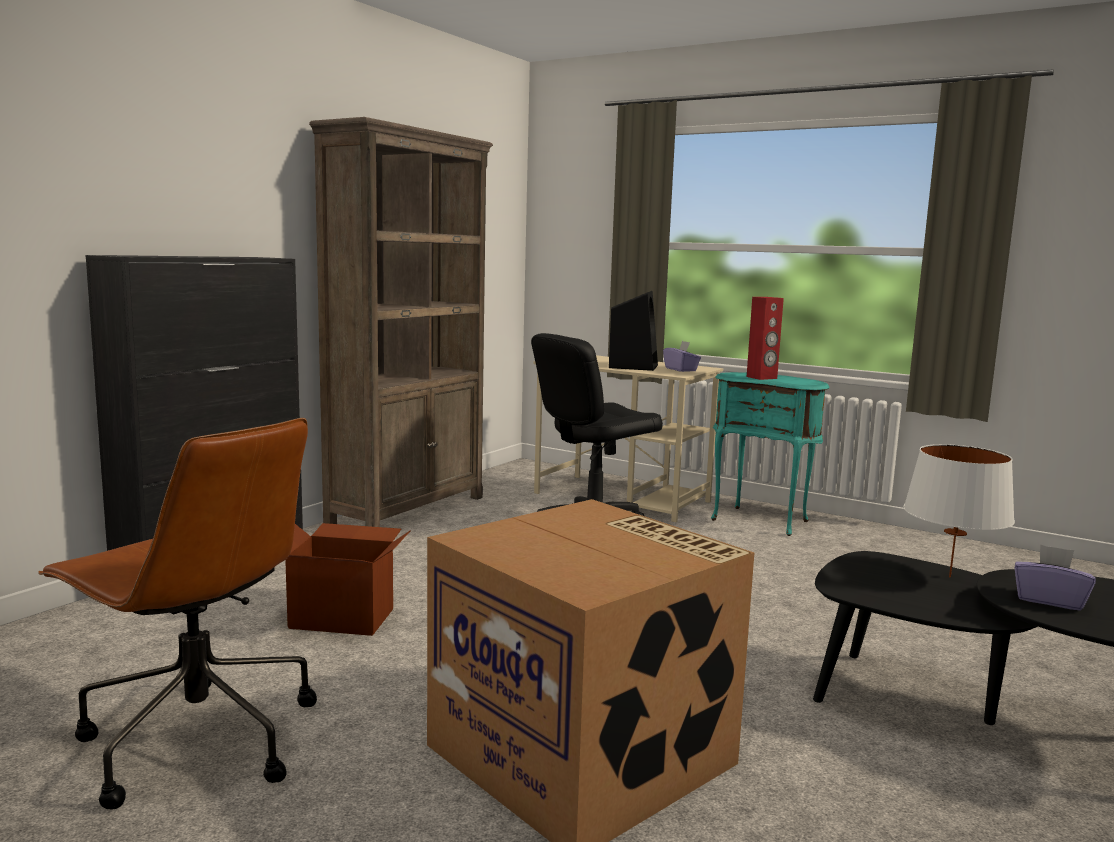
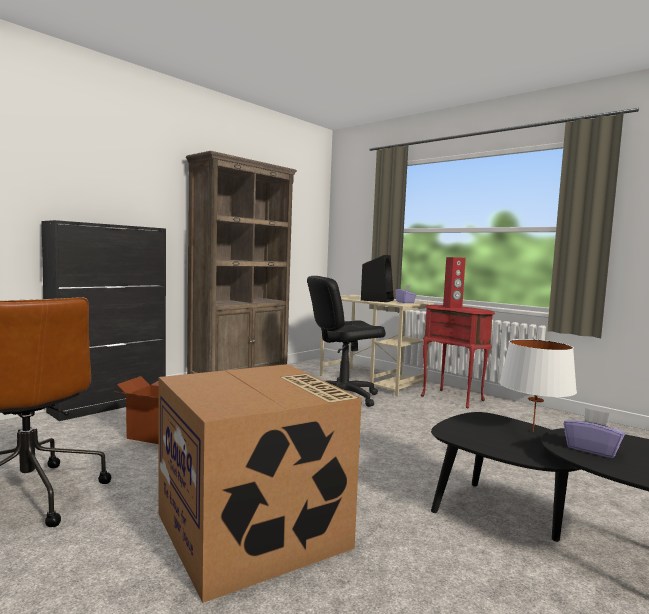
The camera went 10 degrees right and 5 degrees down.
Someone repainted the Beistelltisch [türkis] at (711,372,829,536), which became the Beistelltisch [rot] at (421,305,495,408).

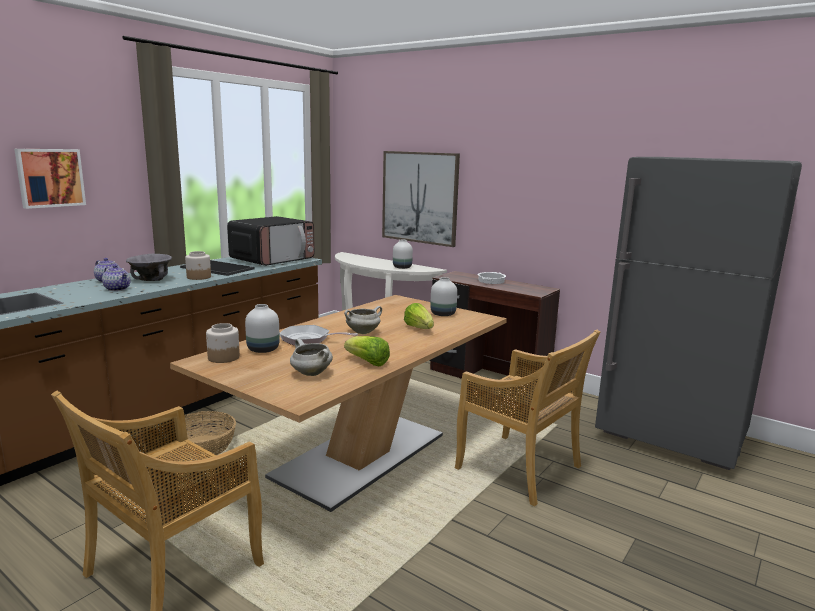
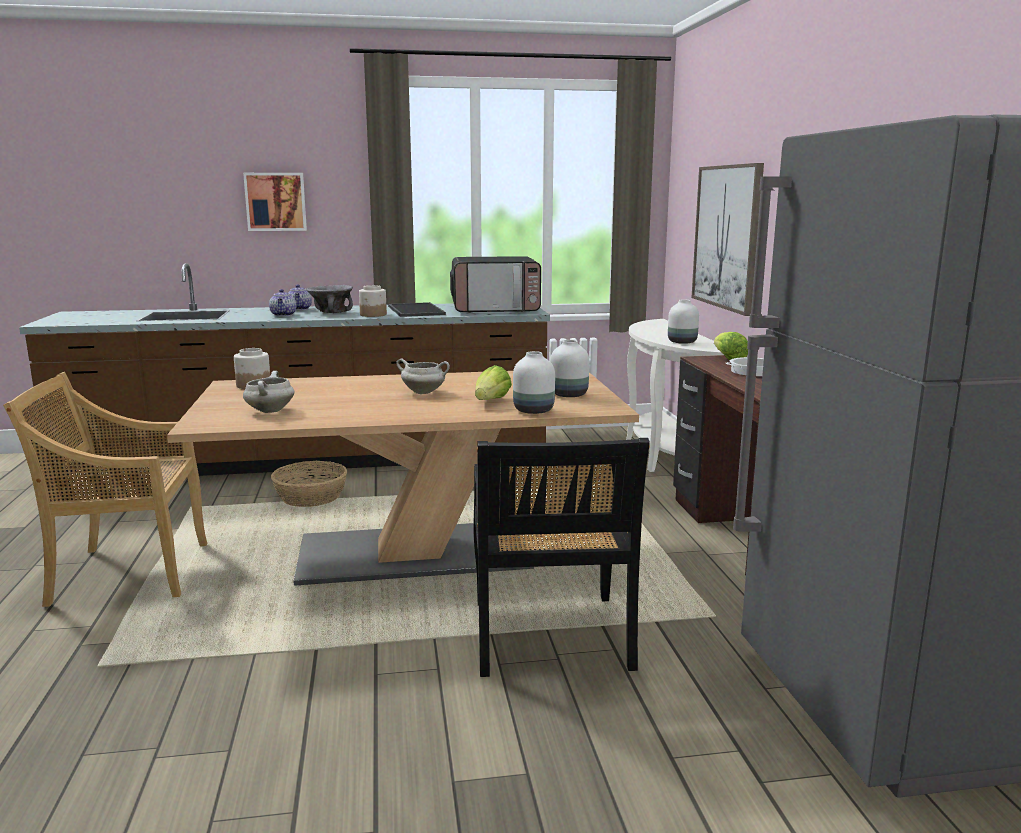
The camera went 45 degrees right and 0 degrees up.
Someone carried the Vase [weiß] from (245,304,280,353) to (513,351,555,414).
Someone took away the Pfanne at (279,325,358,346).
Someone carried the Salatkopf from (344,336,390,366) to (714,332,748,360).
Someone repainted the Stuhl [beige] at (455,330,600,506), which became the Stuhl [schwarz] at (473,438,650,677).

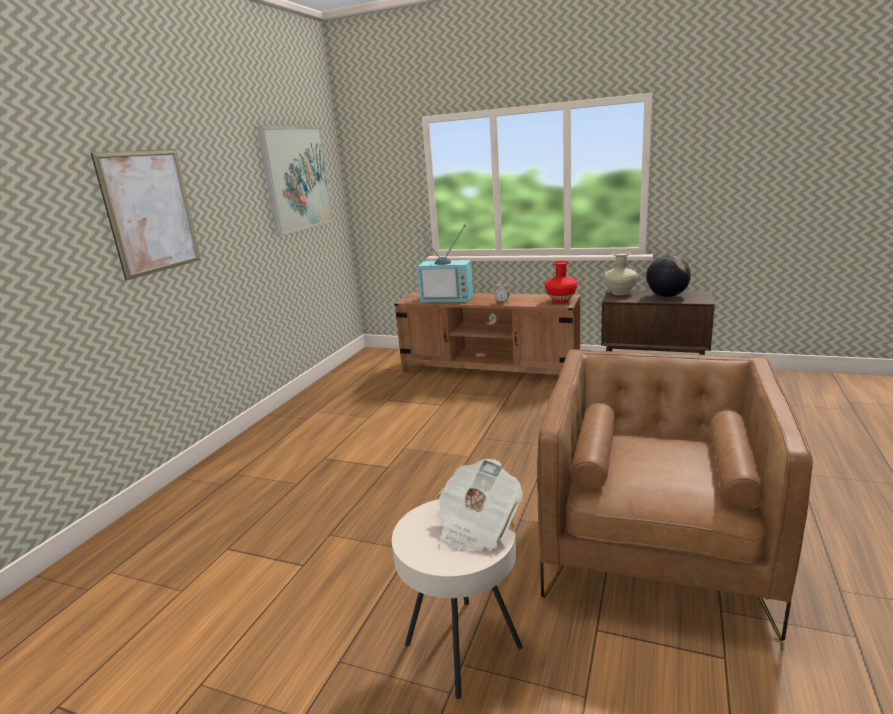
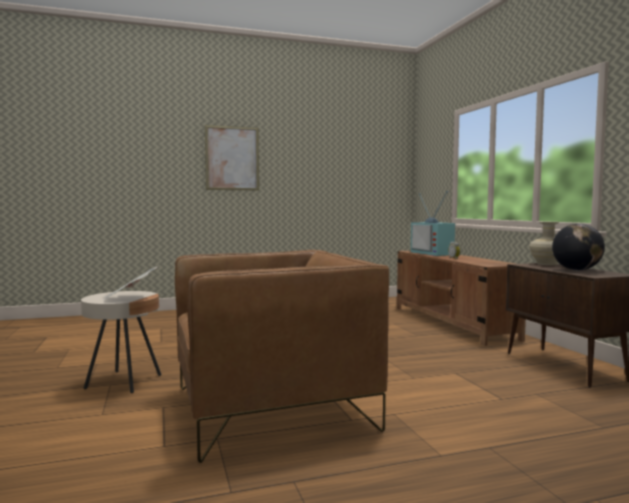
The camera went 50 degrees right and 15 degrees down.
Someone took away the Bild at (257,127,334,235).
Someone took away the Vase [rot] at (545,261,578,303).

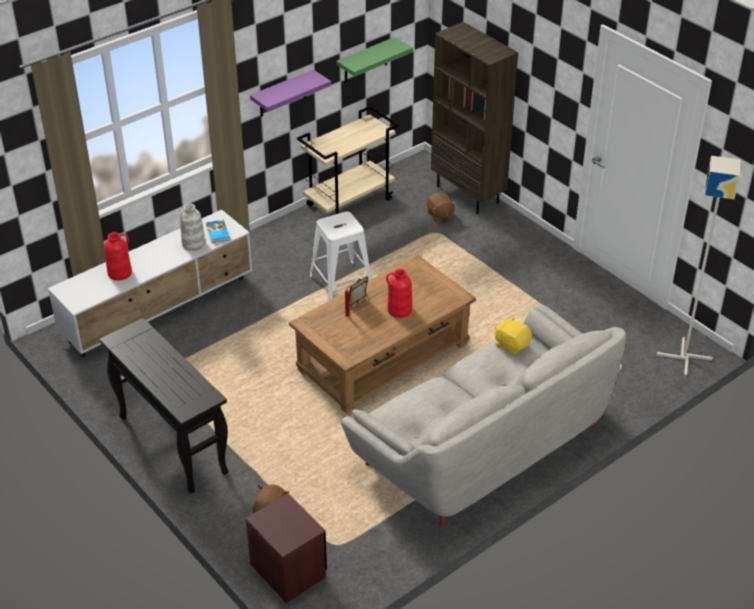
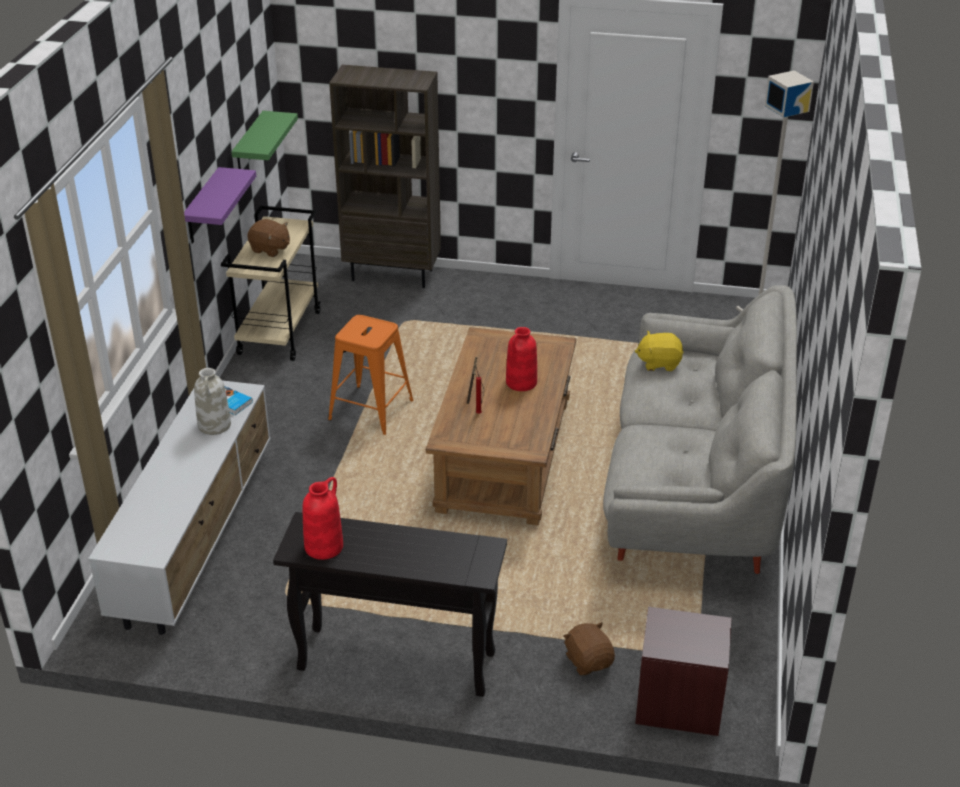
The camera went 40 degrees left and 5 degrees down.
Someone carried the Vase [rot] from (105,232,132,281) to (303,477,343,560).
Someone repainted the Hocker [weiß] at (309,212,372,301), which became the Hocker [orange] at (328,315,413,435).
Someone carried the Plüschtier [braun] from (426,193,456,222) to (247,219,290,257).

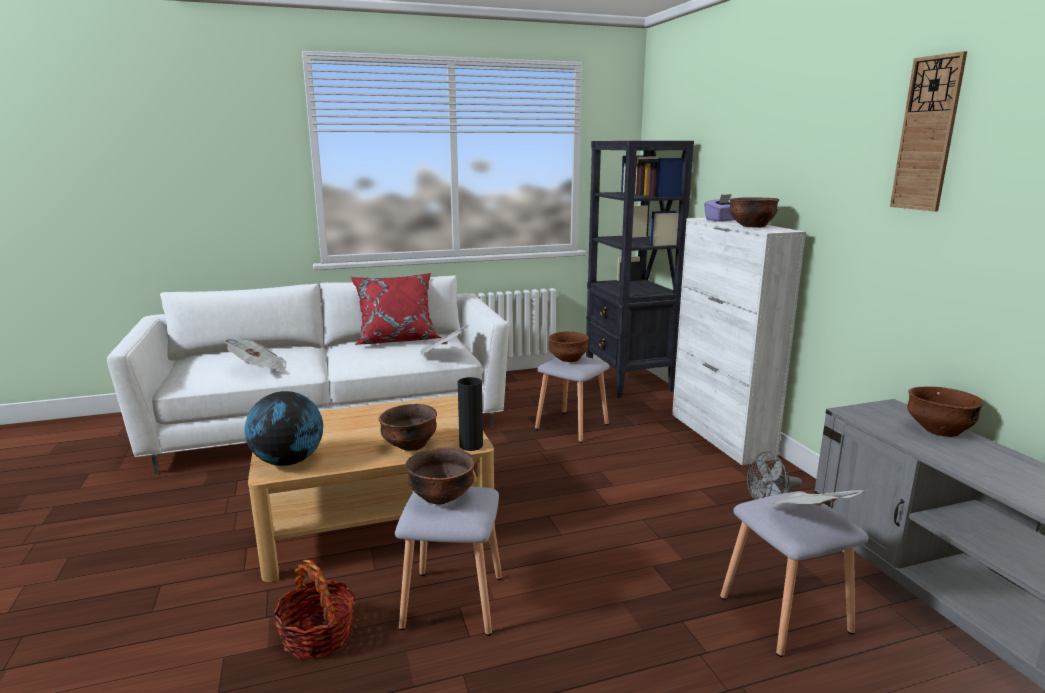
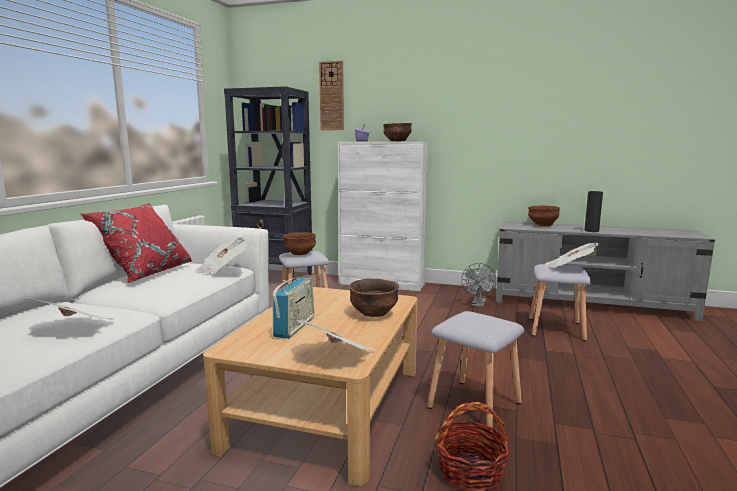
The camera went 55 degrees left and 5 degrees down.
Someone swapped the Globus at (245,391,323,466) for the Zeitung at (295,320,377,351).
Someone took away the Schüssel [braun] at (405,447,475,504).
Someone carried the Vase [schwarz] from (458,377,483,451) to (584,191,603,232).
Someone carried the Wanduhr from (890,51,967,211) to (319,60,344,130).
Someone put down the Radio at (273,277,314,339).

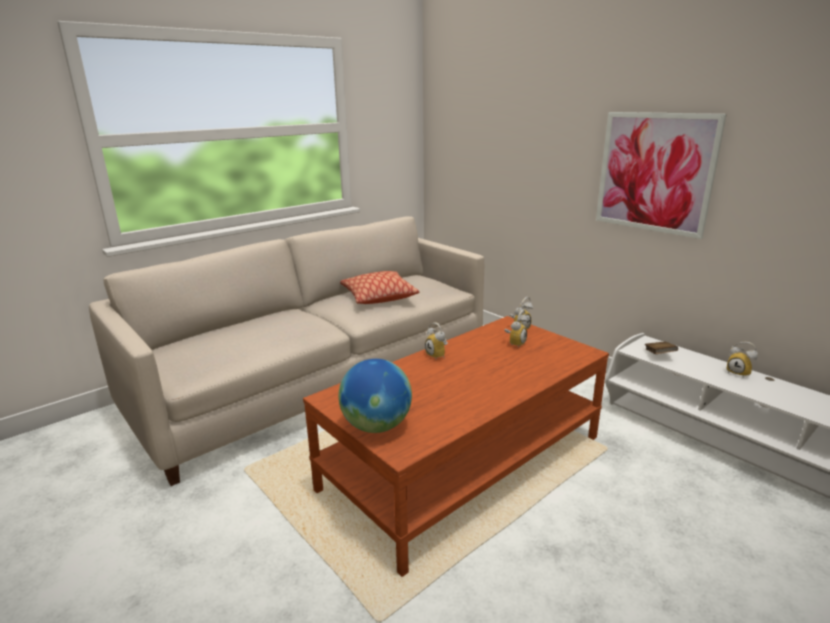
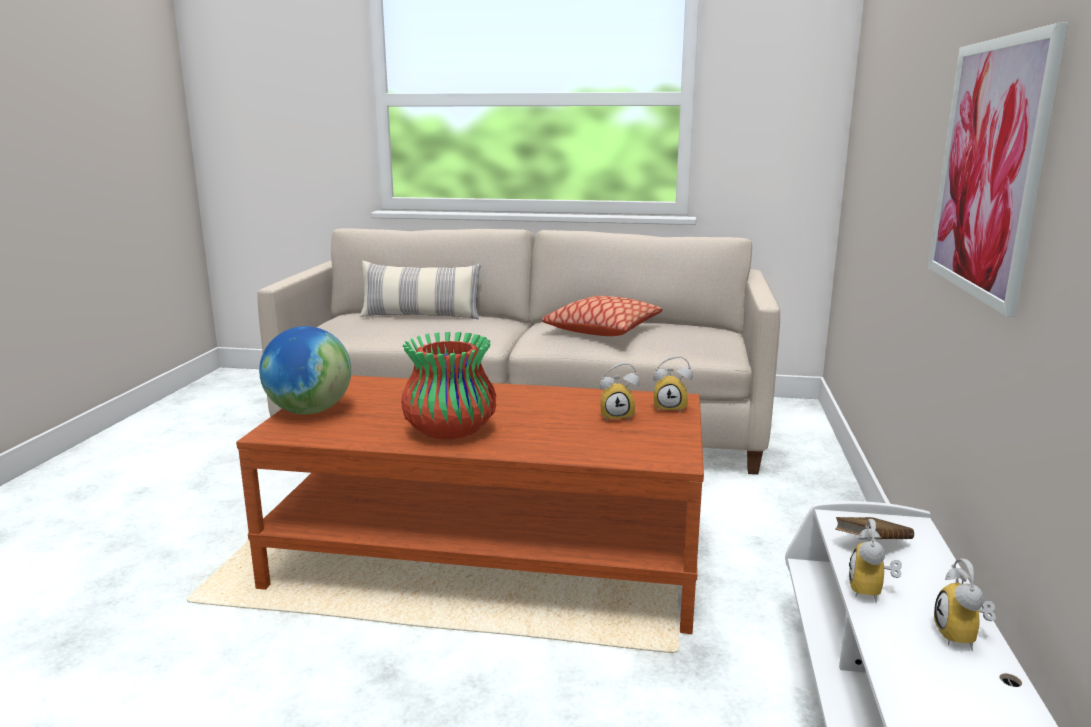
The camera went 50 degrees right and 5 degrees down.
Someone carried the Wecker from (425,322,448,359) to (849,519,902,603).
Someone put down the Kissen at (360,261,481,320).
Someone put down the Vase at (401,332,496,440).

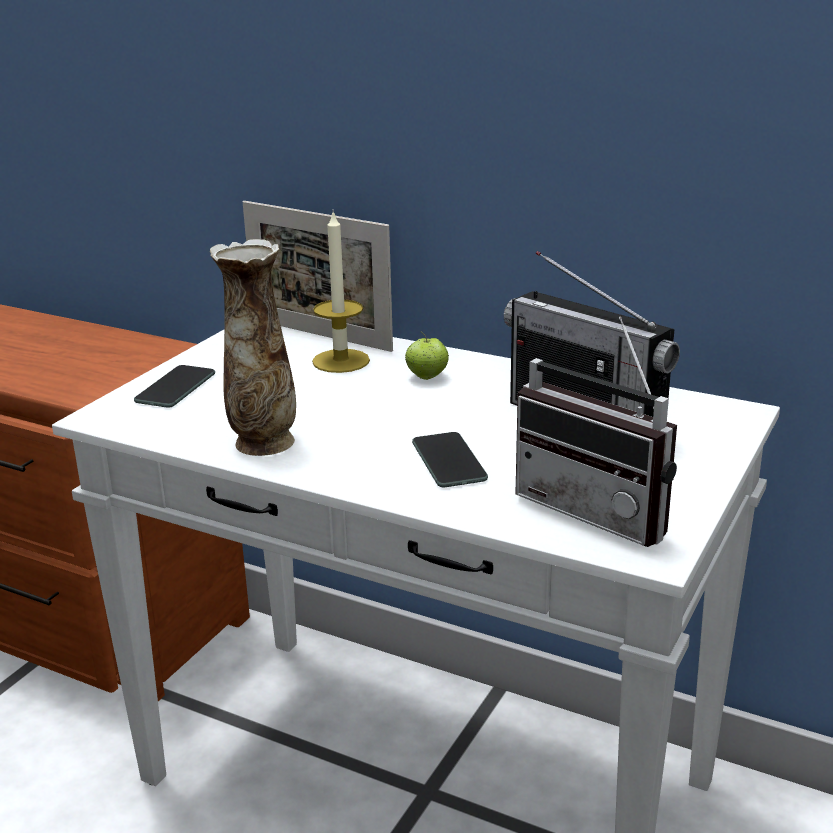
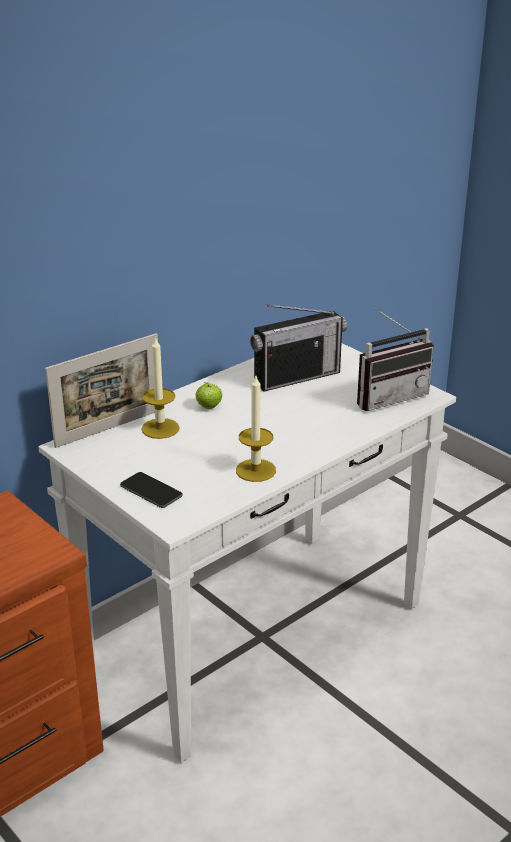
The camera went 70 degrees left and 5 degrees up.
Someone swapped the Vase at (210,239,296,456) for the Kerze at (236,376,276,482).
Someone took away the Handy at (412,432,488,487).

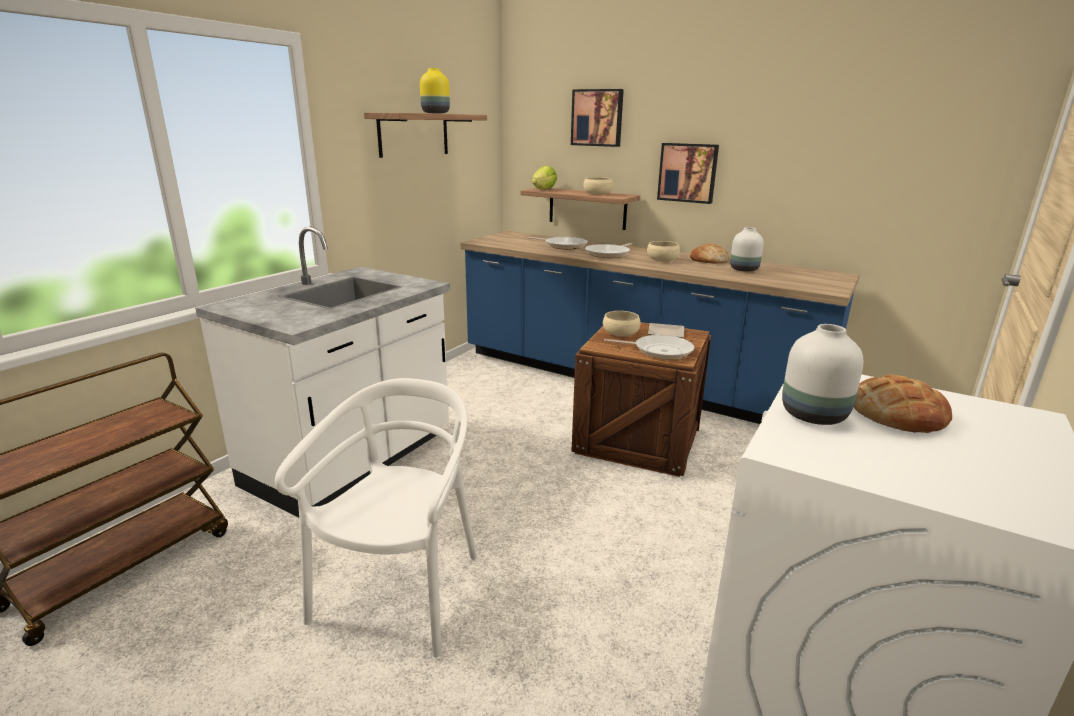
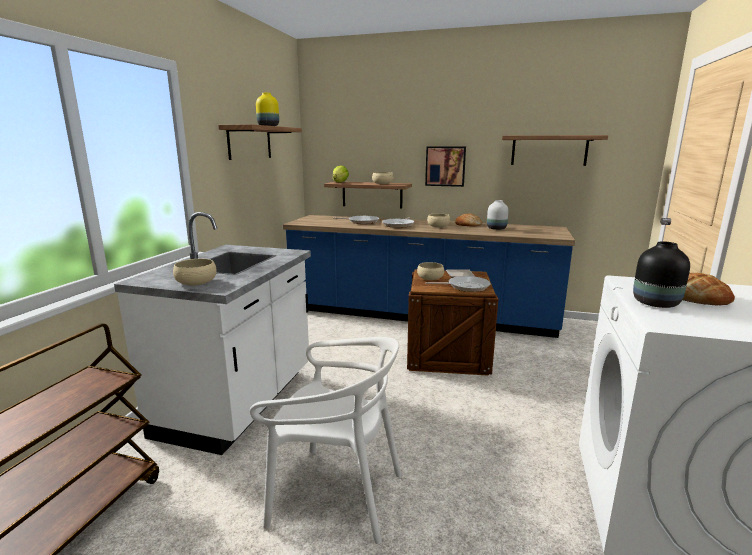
The camera went 15 degrees left and 5 degrees down.
Someone rotated the Stuhl [weiß] at (275,378,477,658) by 105 degrees clockwise.
Someone took away the Bild at (571,89,624,147).
Someone repainted the Vase [weiß] at (782,324,863,425), which became the Vase [schwarz] at (633,241,690,308).
Someone put down the Schüssel [beige] at (173,259,217,286).
Someone put up the Wandregal at (502,135,608,166).

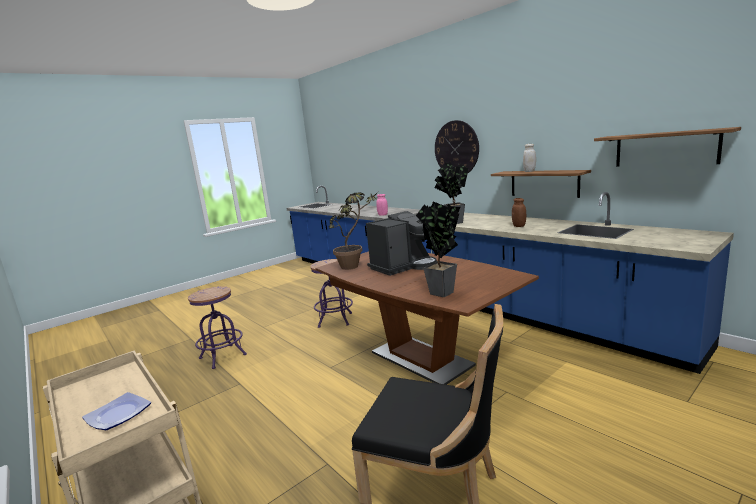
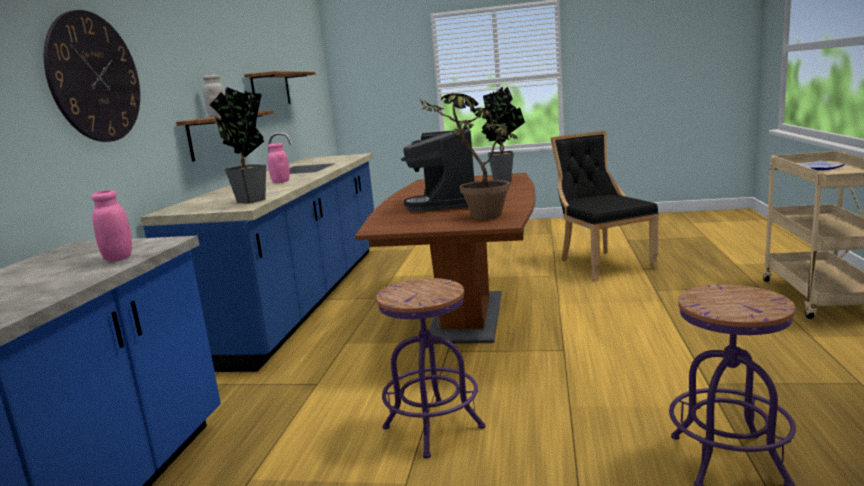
The camera went 130 degrees left and 0 degrees up.
Someone rotated the Kaffeemaschine at (366,211,437,276) by 105 degrees counterclockwise.
Someone repainted the Vorratsglas [braun] at (512,198,526,227), which became the Vorratsglas [rosa] at (267,143,290,183).

